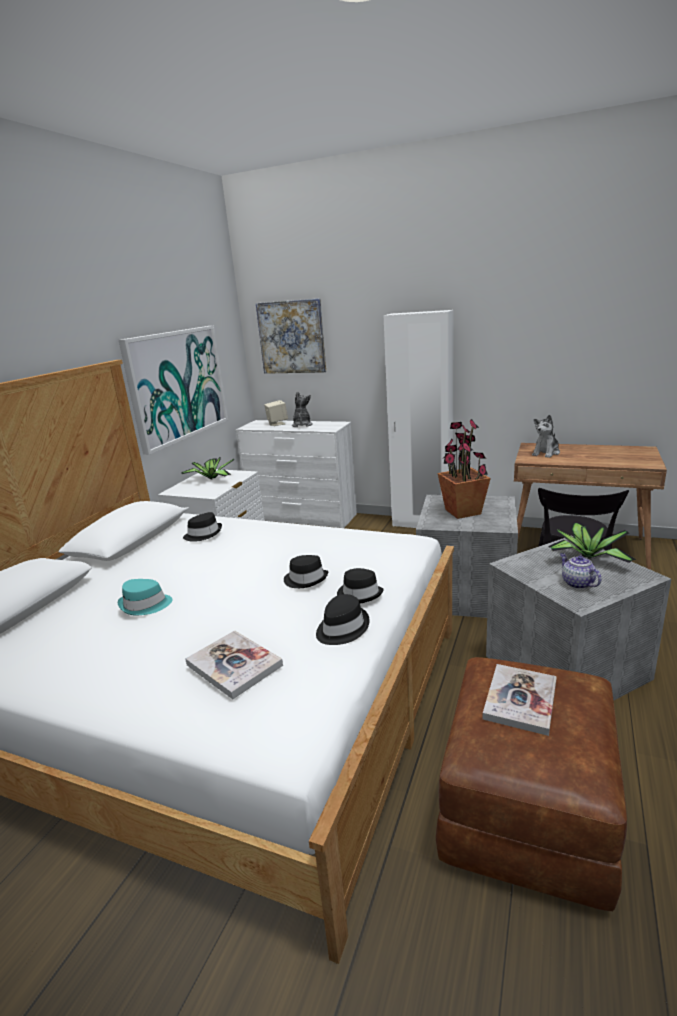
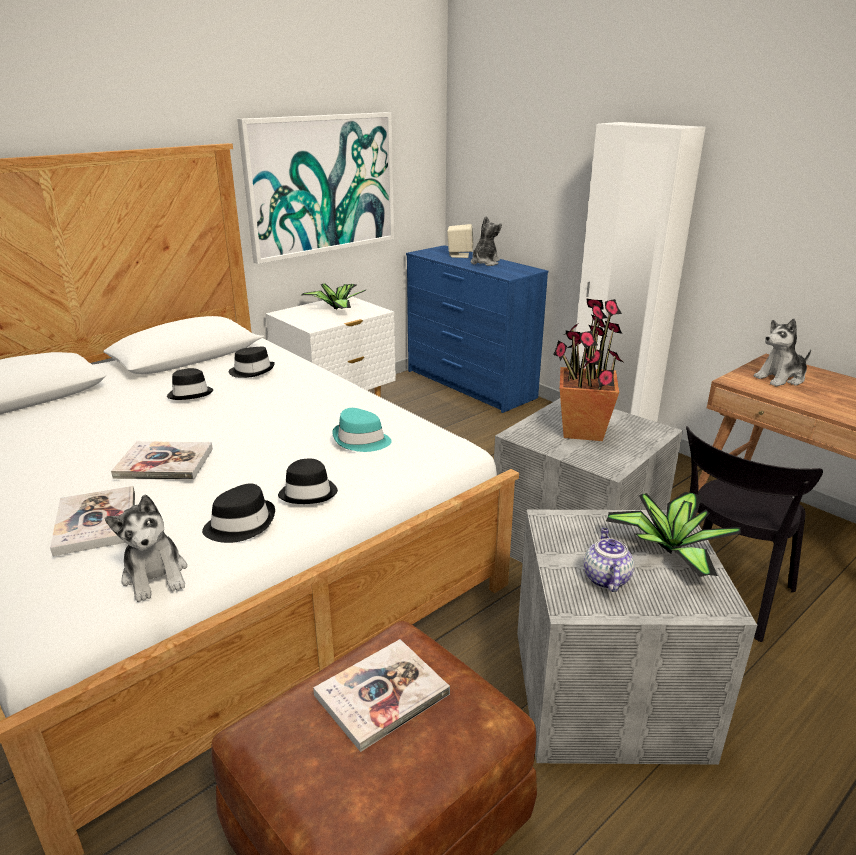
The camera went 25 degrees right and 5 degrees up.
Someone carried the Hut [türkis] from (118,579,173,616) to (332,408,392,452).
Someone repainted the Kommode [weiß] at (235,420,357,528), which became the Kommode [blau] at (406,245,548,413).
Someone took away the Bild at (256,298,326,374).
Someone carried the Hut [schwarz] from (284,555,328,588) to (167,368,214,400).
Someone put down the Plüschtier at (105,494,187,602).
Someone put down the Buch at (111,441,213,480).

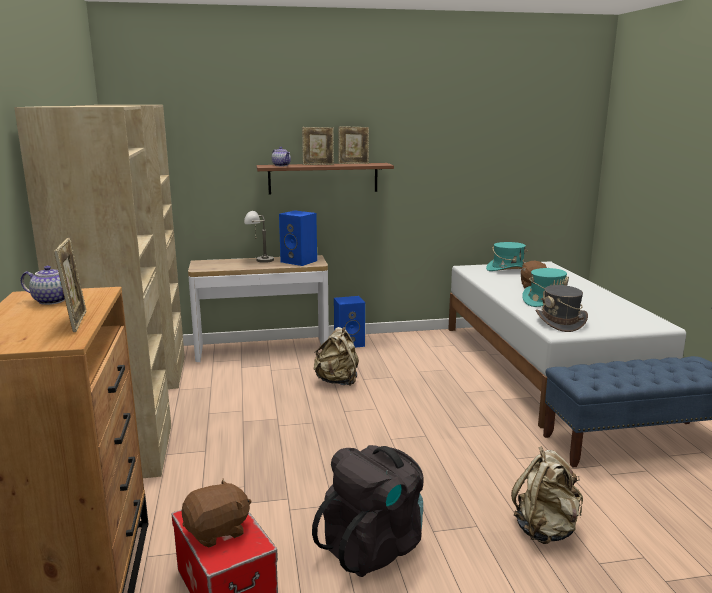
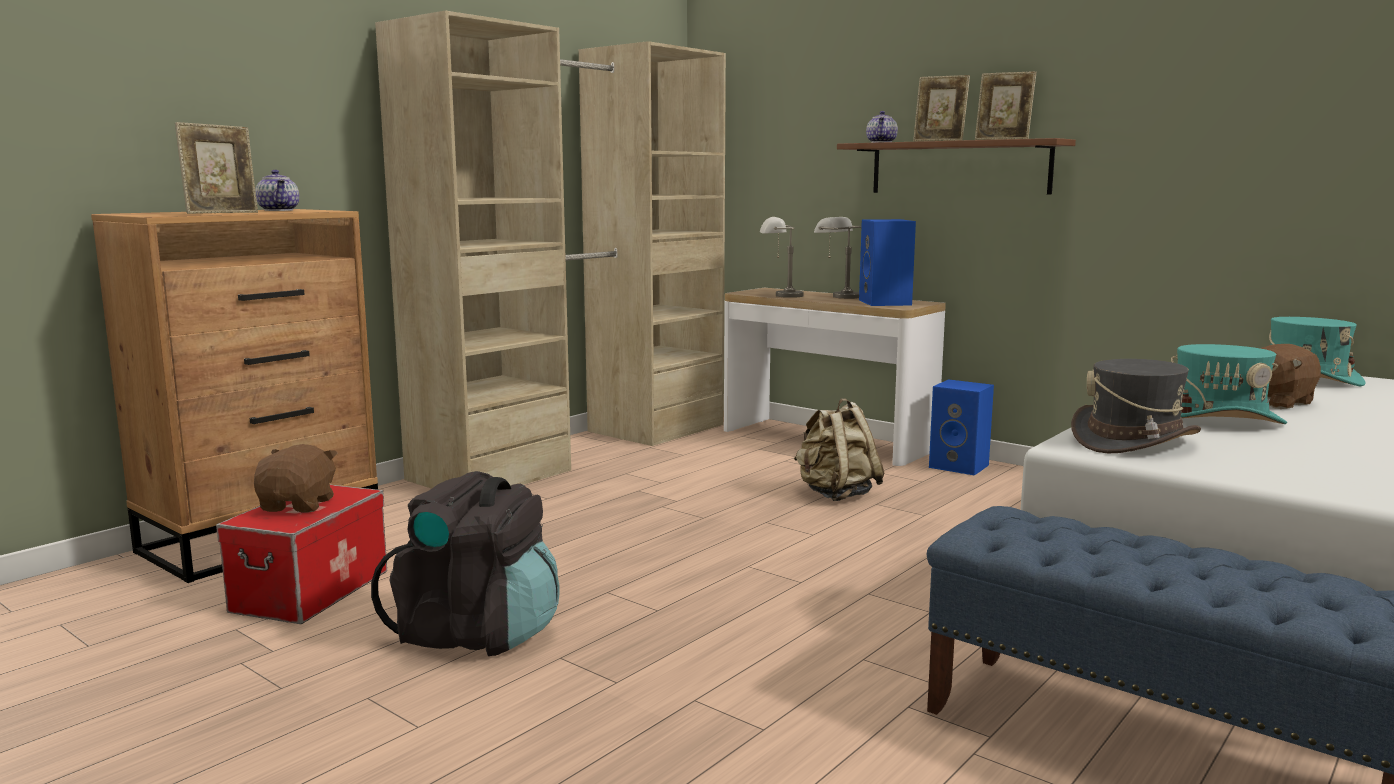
The camera went 50 degrees right and 5 degrees down.
Someone rotated the Plüschtier [braun] at (182,479,251,547) by 105 degrees counterclockwise.
Someone took away the Rucksack [beige] at (511,446,583,544).
Someone put down the Tischlampe [grau] at (760,217,804,298).

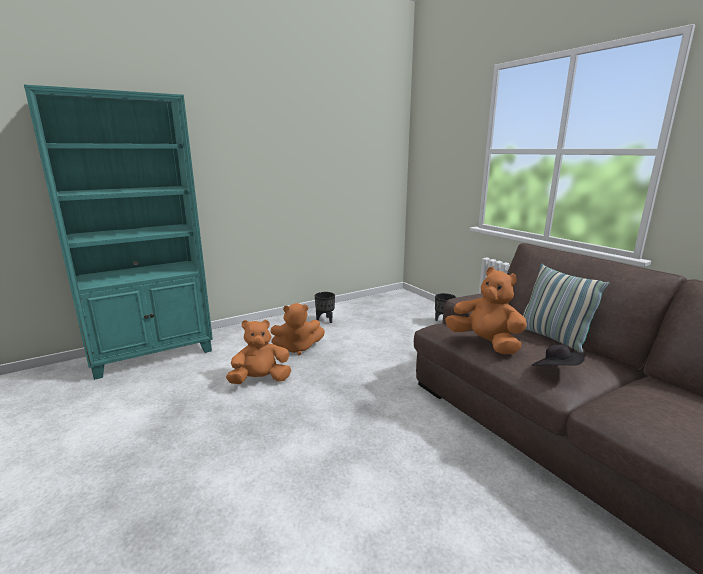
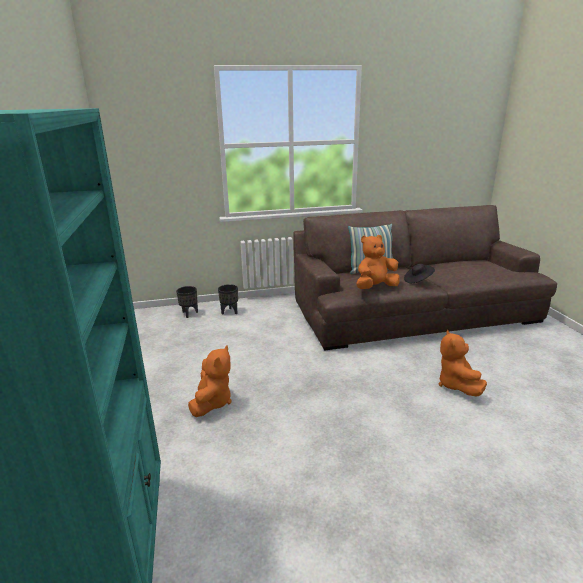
The camera went 70 degrees left and 5 degrees up.
Someone carried the Plüschtier [orange] from (226,319,291,384) to (438,330,487,397).
Someone carried the Pflanzkübel [schwarz] from (315,292,335,323) to (176,286,198,318).

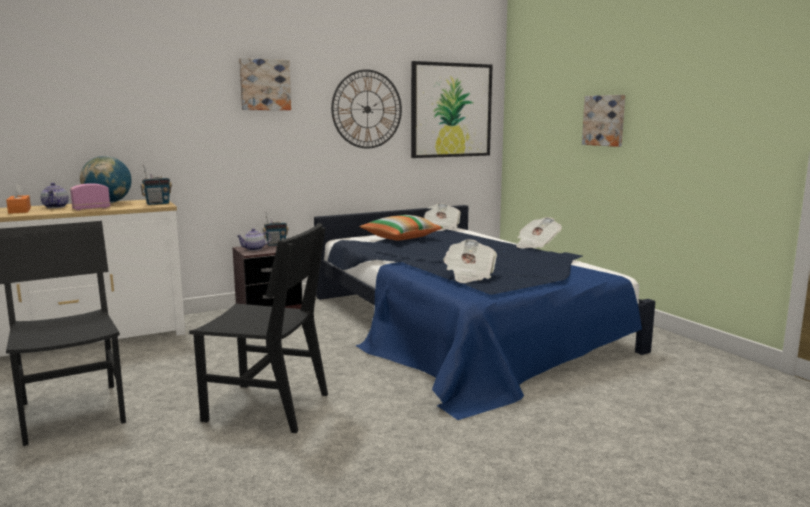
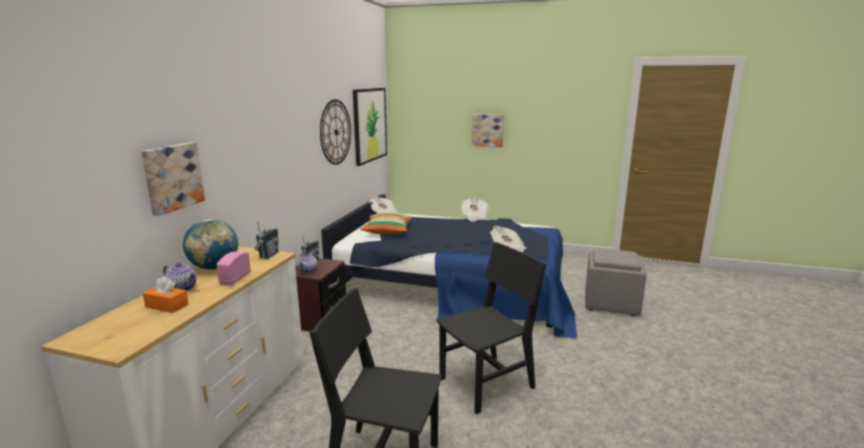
The camera went 45 degrees left and 5 degrees up.
Someone carried the Bild from (239,58,291,110) to (141,142,205,216).
Someone put down the Polsterhocker [grau] at (585,248,647,316).

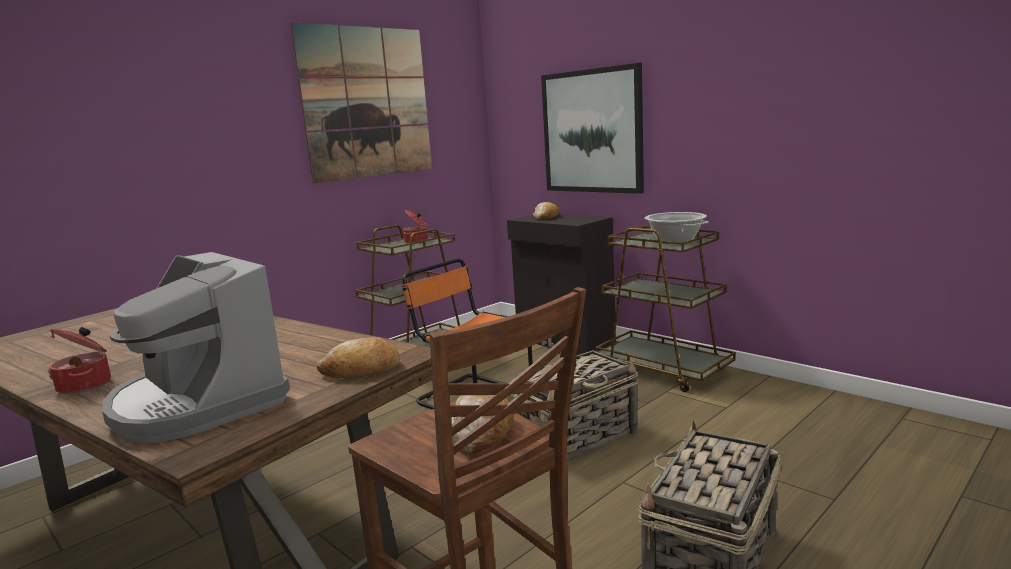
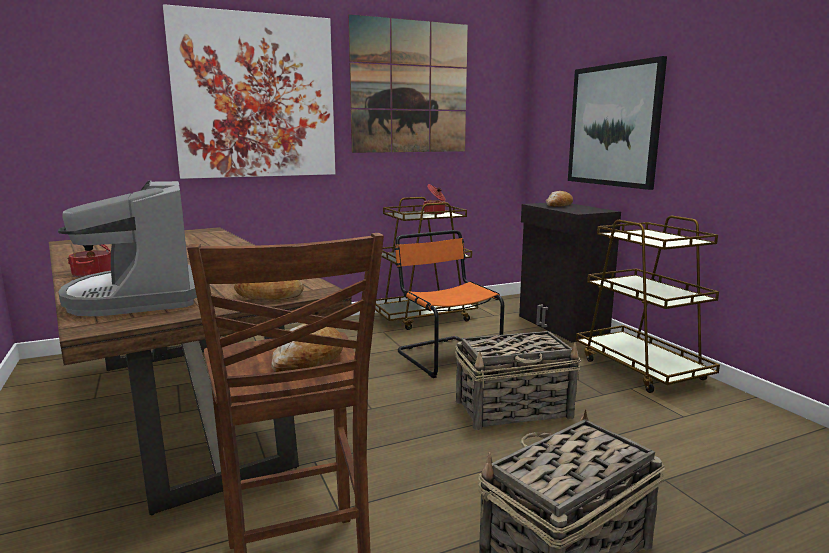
The camera went 20 degrees right and 0 degrees up.
Someone took away the Kochtopf at (645,212,709,243).
Someone put up the Bild at (163,4,336,179).

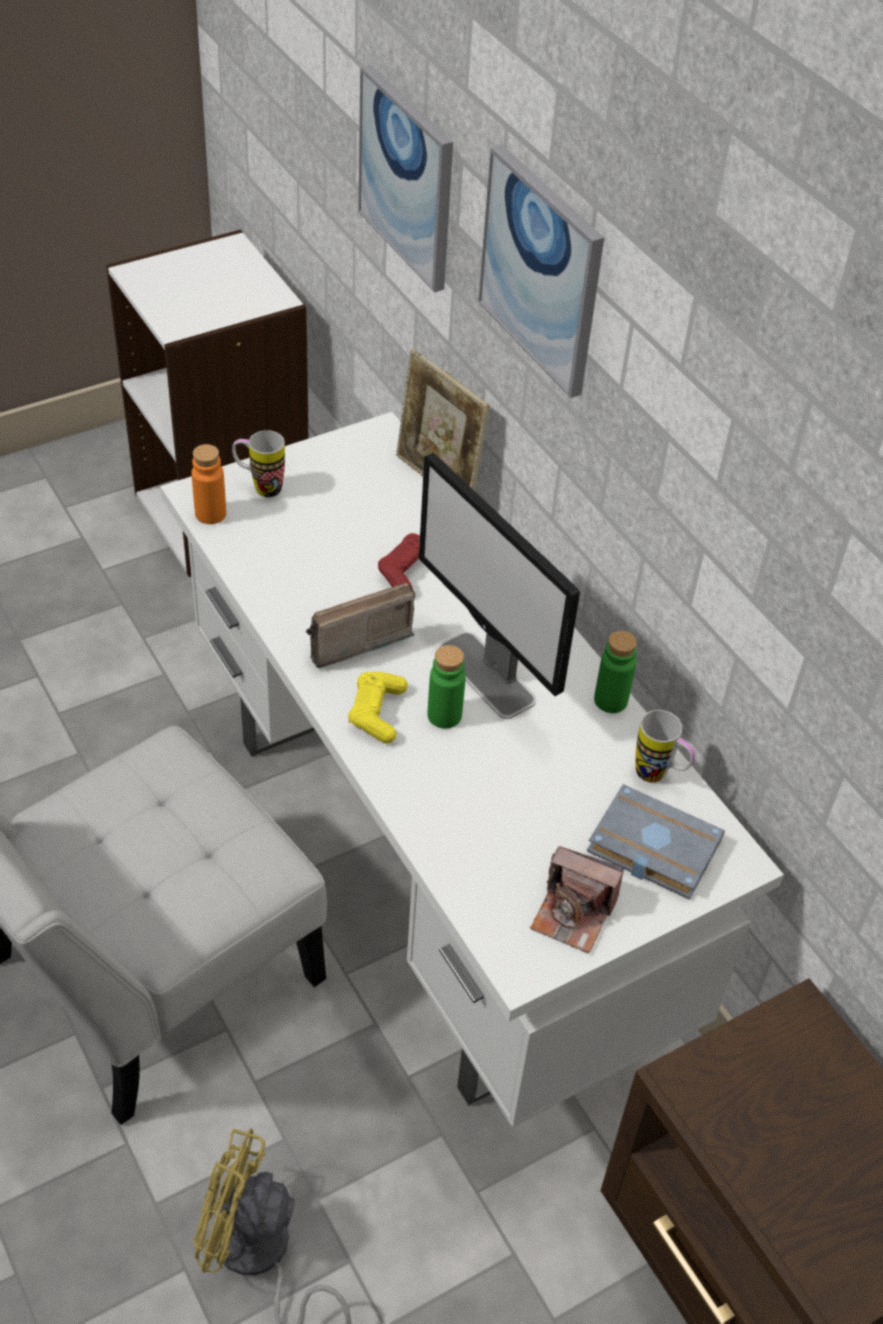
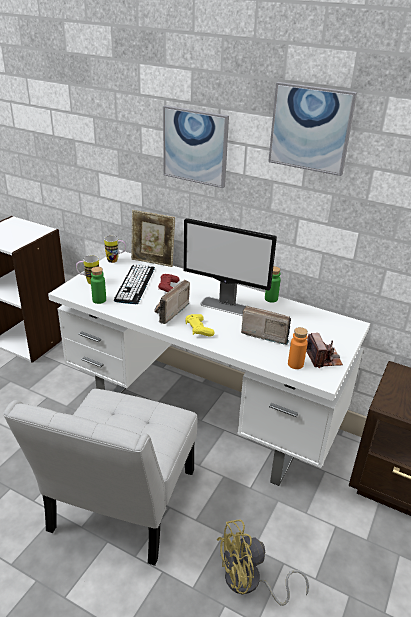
The camera went 30 degrees left and 15 degrees down.
Someone carried the Flasche [orange] from (191,444,226,524) to (288,327,308,369).
Someone carried the Bild from (358,64,453,292) to (268,82,357,176).
Someone carried the Flasche [grün] from (427,645,466,729) to (91,267,106,304).
Someone rotated the Kamera at (530,846,624,953) by 90 degrees counterclockwise.
Someone took away the Buch [grau] at (587,784,725,900).
Someone carried the Henkelbecher from (636,710,695,783) to (104,236,126,263).
Someone put down the Tastatur at (114,264,155,304).
Someone put down the Radio at (241,306,291,345).

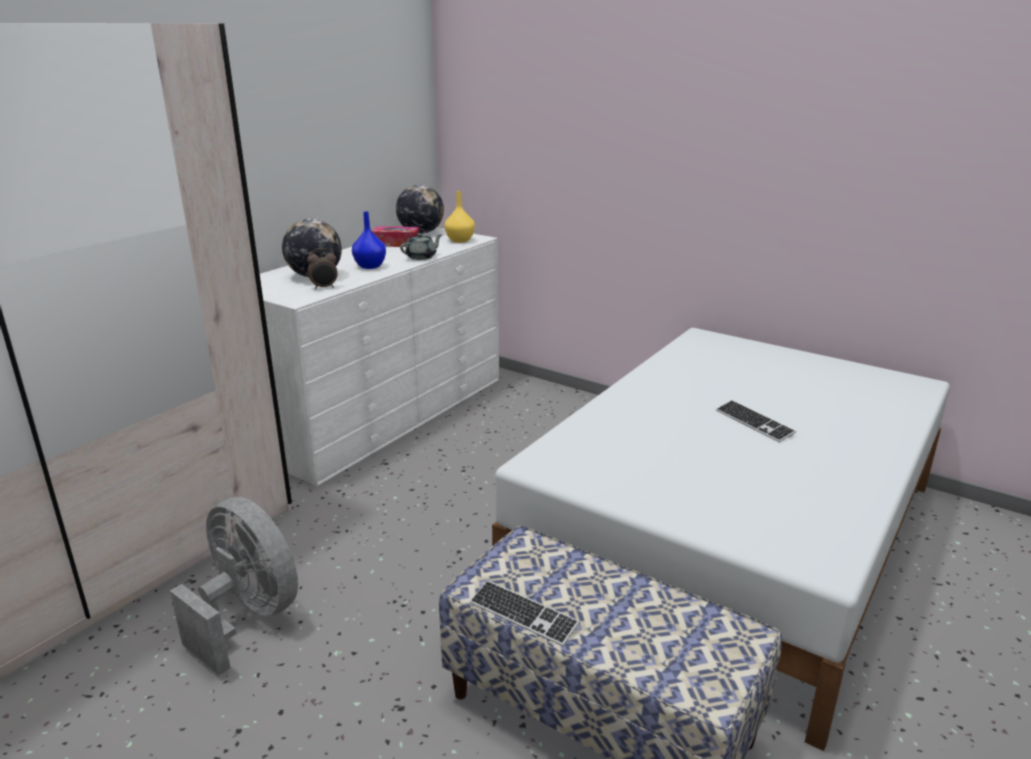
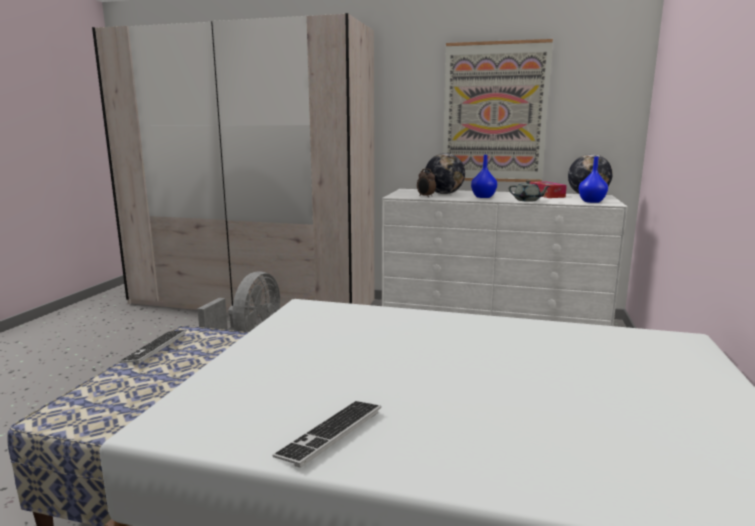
The camera went 70 degrees right and 10 degrees down.
Someone repainted the Vase [gelb] at (445,191,475,243), which became the Vase [blau] at (578,157,608,203).
Someone carried the Tastatur from (716,400,796,442) to (272,401,381,468).
Someone put up the Bild at (443,39,553,182).

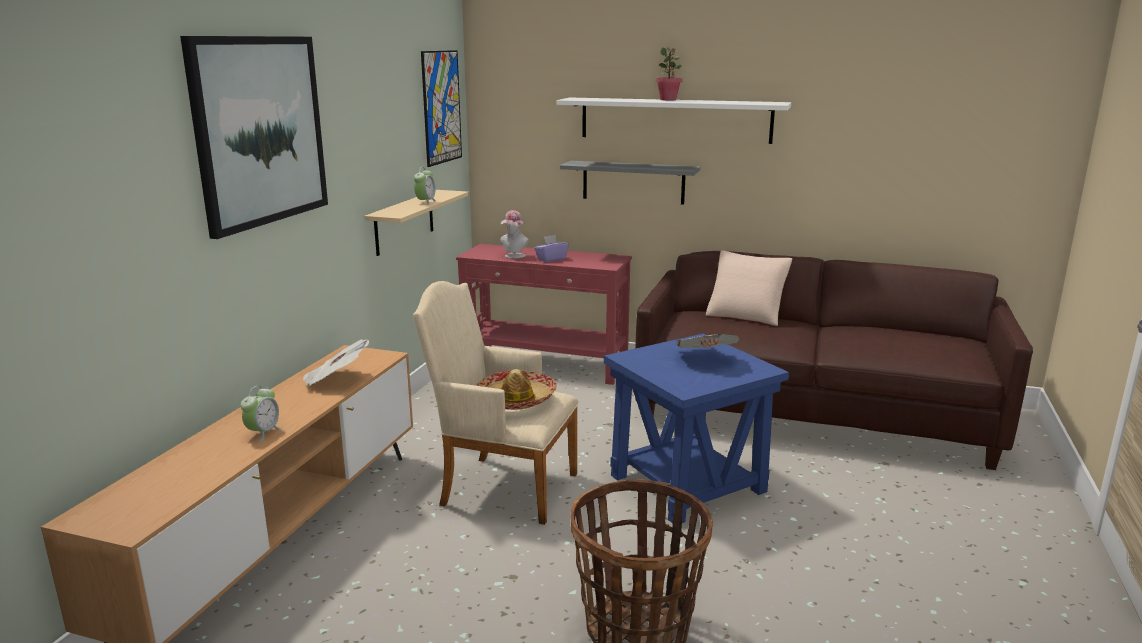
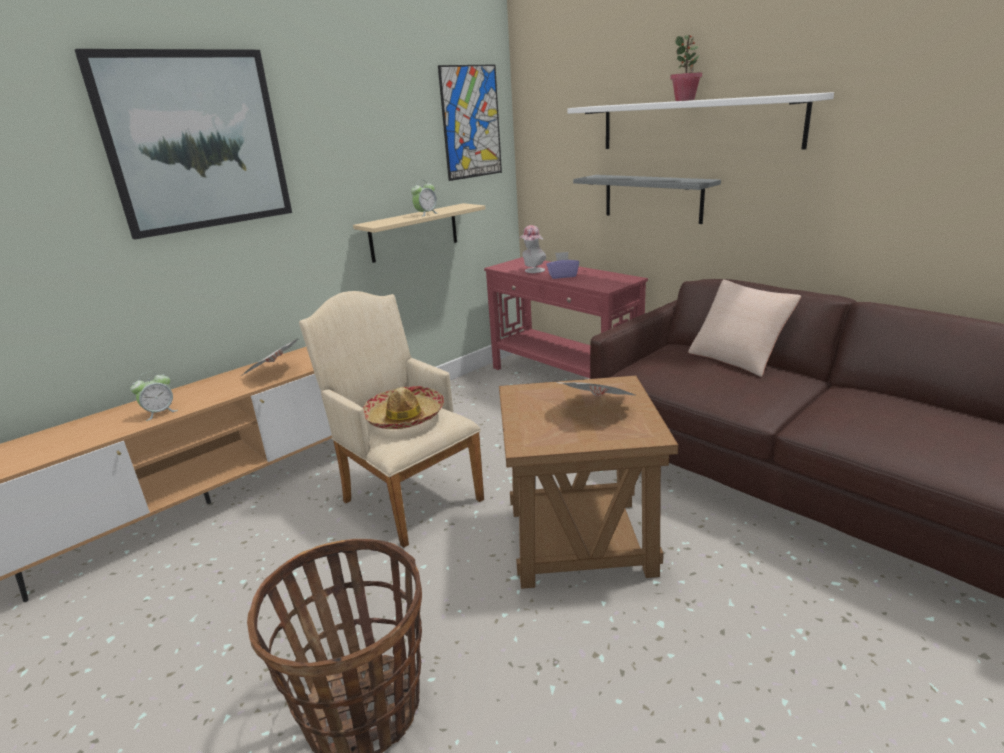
The camera went 30 degrees right and 5 degrees up.
Someone repainted the Beistelltisch [blau] at (604,334,789,523), which became the Beistelltisch [braun] at (499,376,678,589).

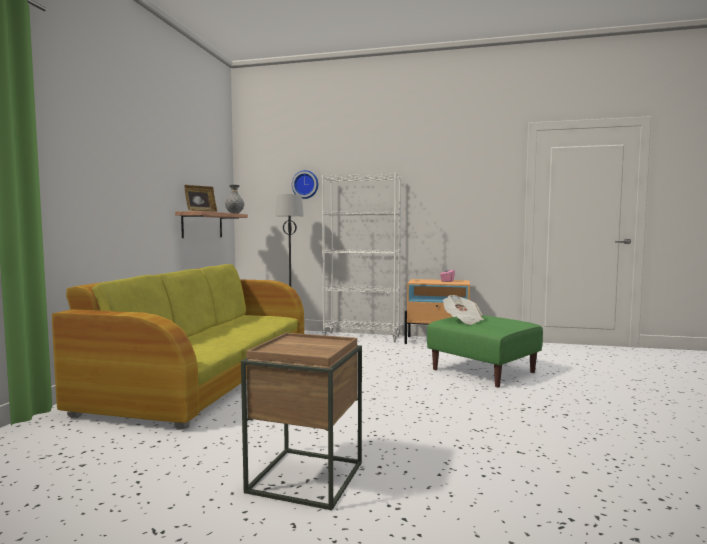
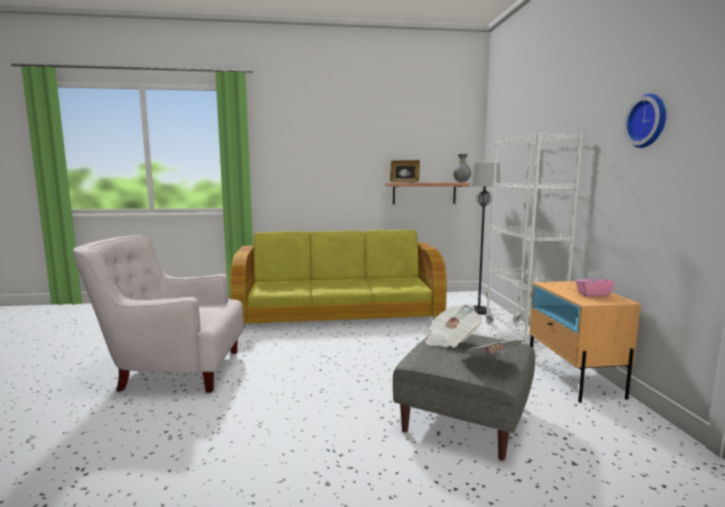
The camera went 70 degrees right and 5 degrees up.
Someone swapped the Beistelltisch [braun] at (241,333,362,511) for the Sessel [weiß] at (73,235,244,393).
Someone carried the Wanduhr from (292,170,318,199) to (624,94,666,148).
Someone repainted the Polsterhocker [grün] at (427,315,543,387), which became the Polsterhocker [grau] at (393,334,535,461).
Someone put down the Zeitung at (461,340,523,354).

